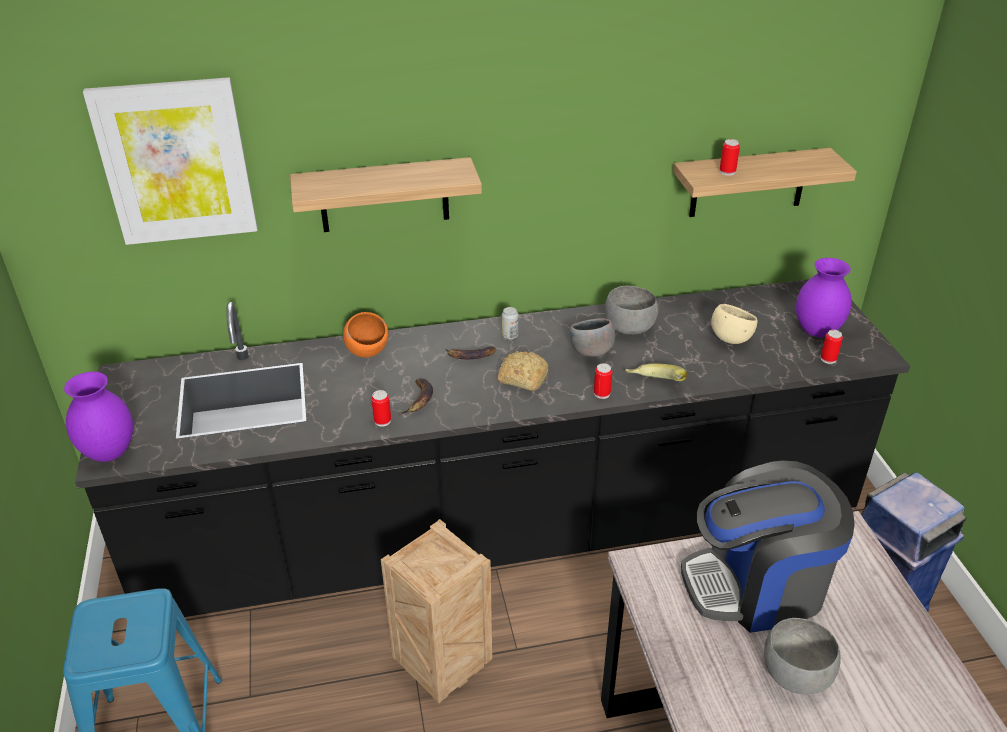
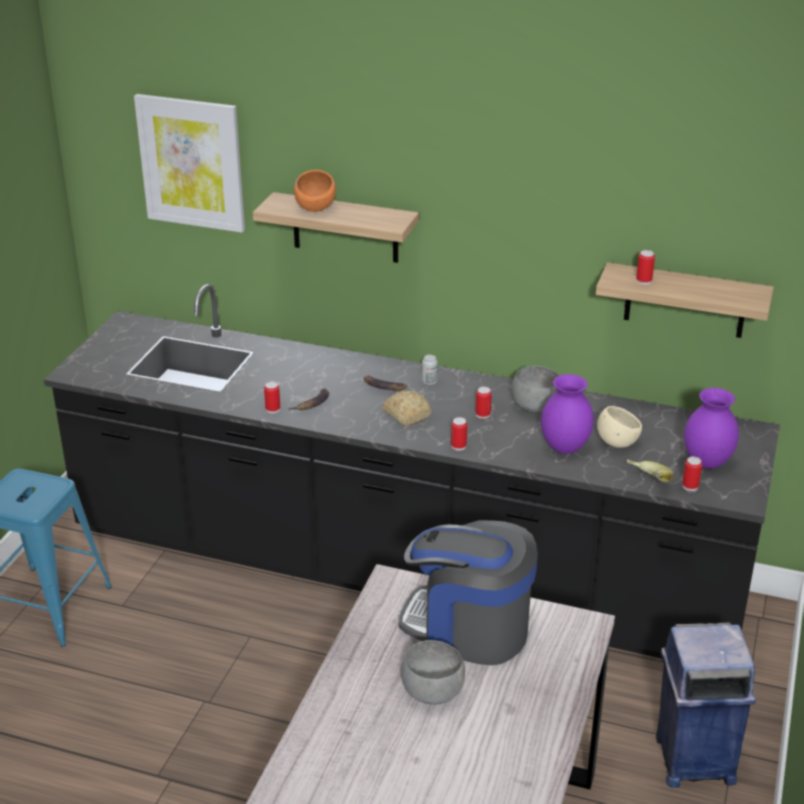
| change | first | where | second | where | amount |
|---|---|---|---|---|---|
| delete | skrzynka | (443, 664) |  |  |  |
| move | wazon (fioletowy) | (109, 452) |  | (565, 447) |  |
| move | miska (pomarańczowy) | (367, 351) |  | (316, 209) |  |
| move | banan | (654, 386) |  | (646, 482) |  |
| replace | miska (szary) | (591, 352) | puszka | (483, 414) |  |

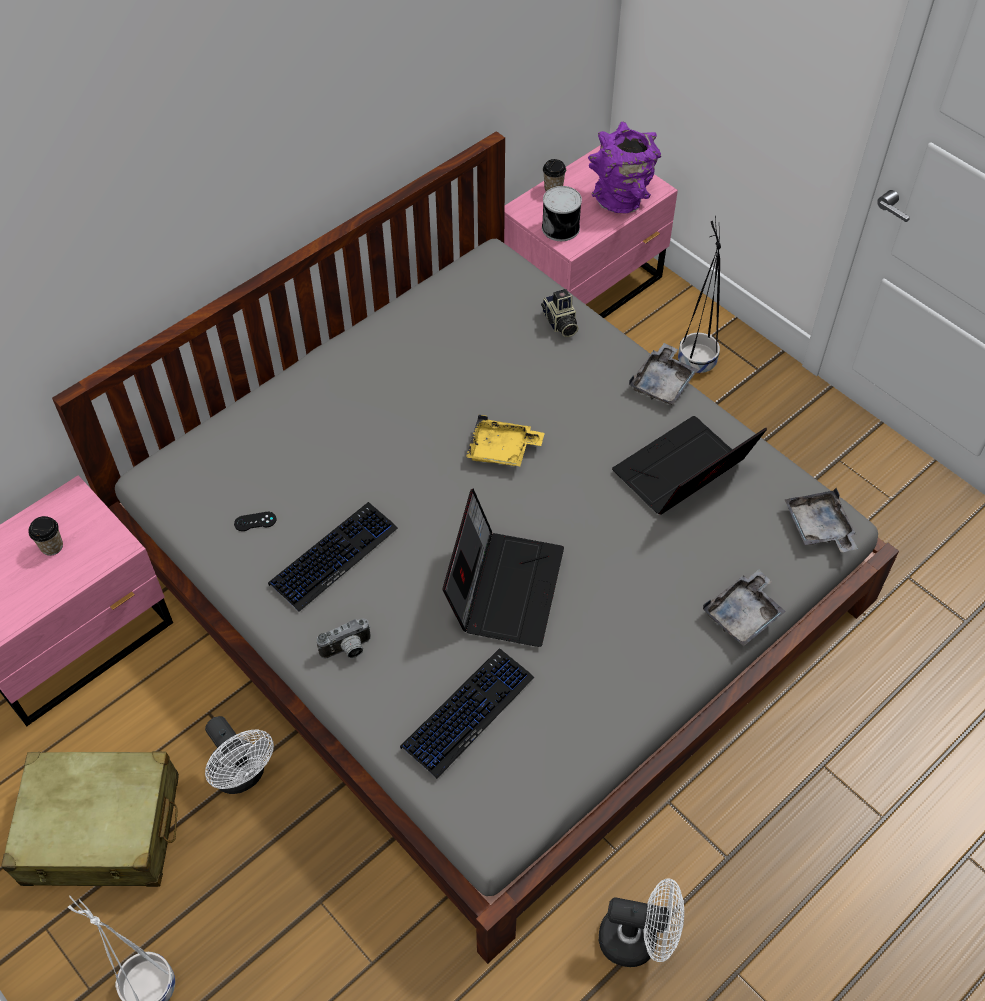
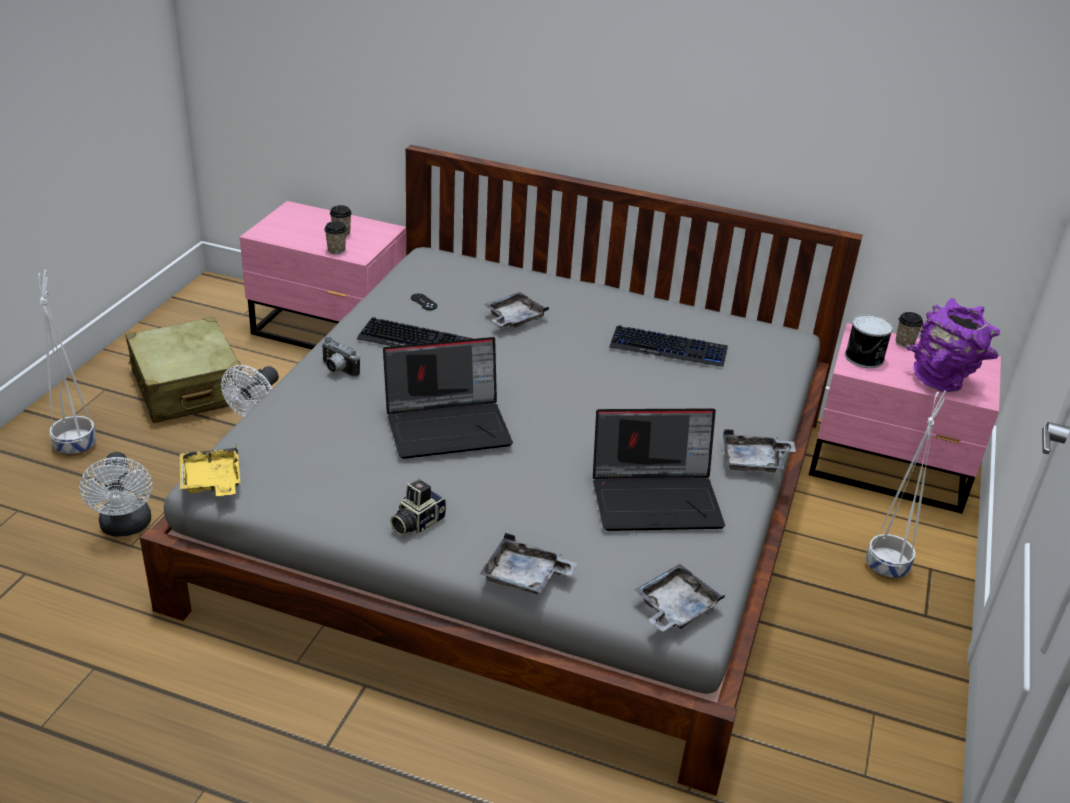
| change | first | where | second | where | amount |
|---|---|---|---|---|---|
| insert |  |  | filiżanka | (336, 250) |  |
| insert |  |  | taca (szary) | (514, 319) |  |
| move | klawiatura | (468, 712) |  | (668, 348) |  |
| move | taca (żółty) | (502, 450) |  | (211, 481) |  |
| move | aparat fotograficzny | (559, 323) |  | (416, 522) |  |
| move | wentylator (biały) | (638, 939) |  | (126, 527) |  |
| recolor | donica (czarny) | (696, 360) | donica (biały) | (887, 565) |  |
| rotate | laptop | (682, 474) |  | (657, 498) | 150 degrees clockwise |

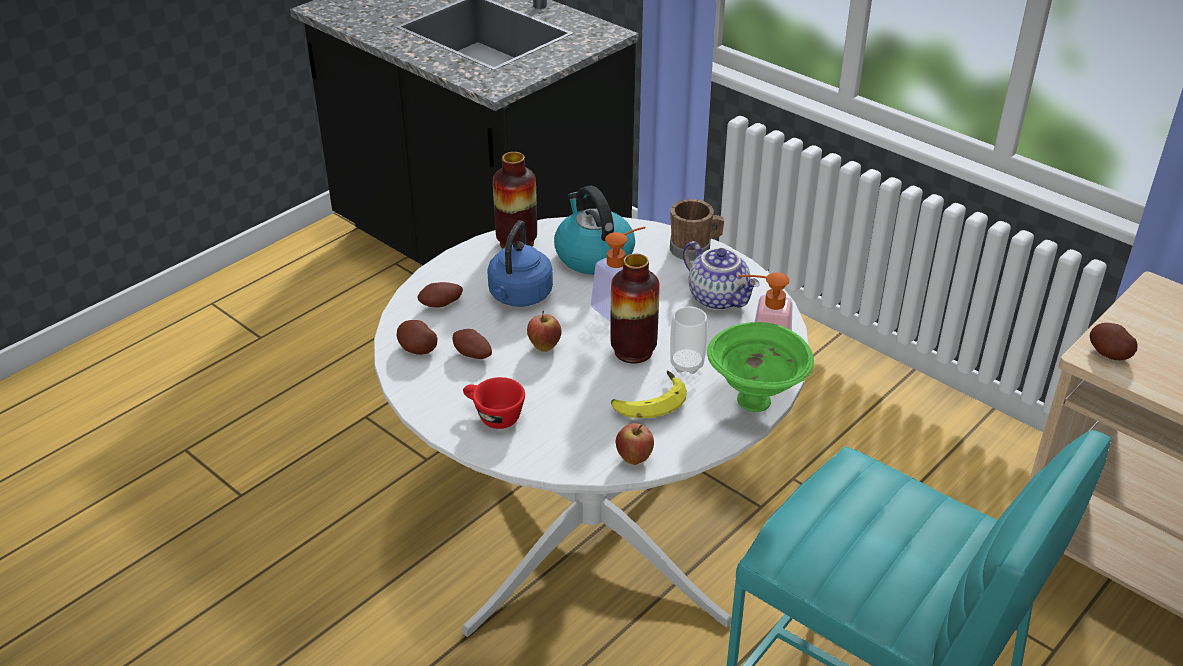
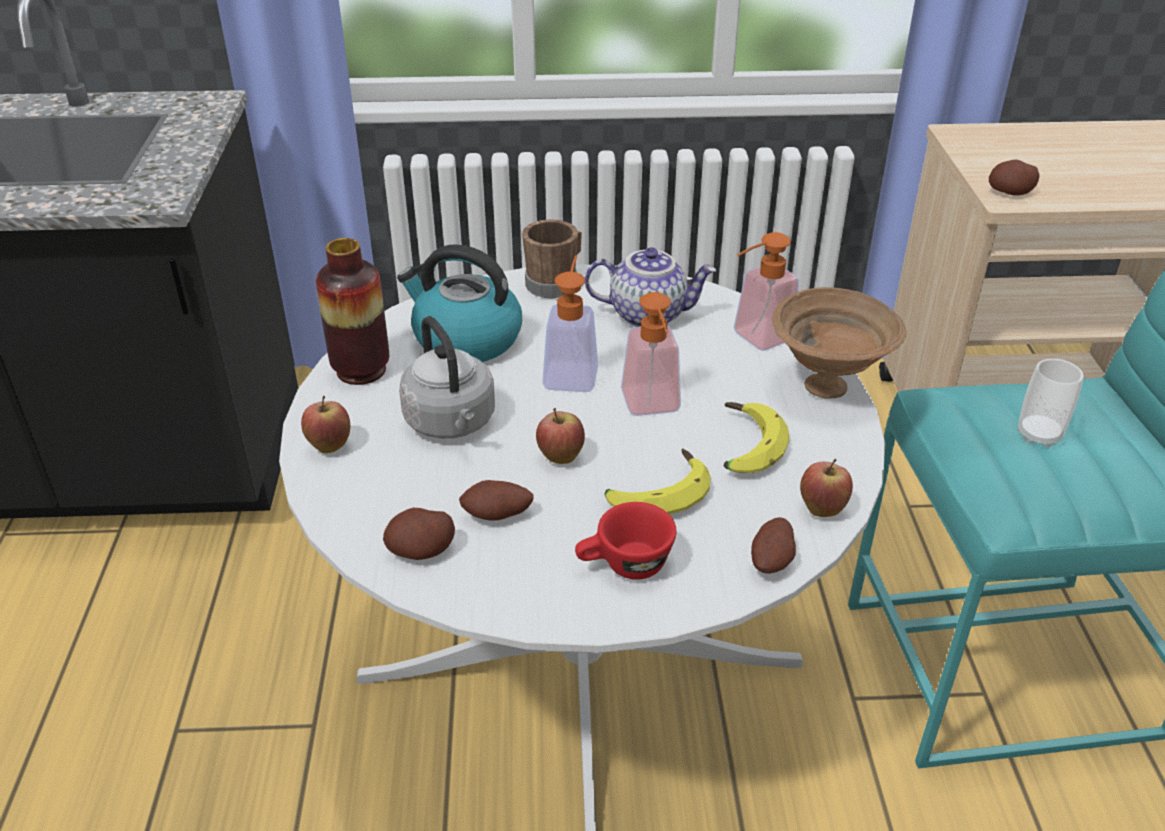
| change | first | where | second | where | amount |
|---|---|---|---|---|---|
| insert |  |  | jabłko | (329, 446) |  |
| insert |  |  | banan | (656, 492) |  |
| move | ziemniak | (441, 305) |  | (772, 561) |  |
| move | filiżanka | (687, 364) |  | (1039, 435) |  |
| replace | wazon | (633, 351) | dozownik mydła | (652, 408) |  |
| recolor | czajnik (niebieski) | (519, 297) | czajnik (szary) | (452, 423) |  |
| recolor | miska (zielony) | (756, 402) | miska (brązowy) | (828, 386) |  |

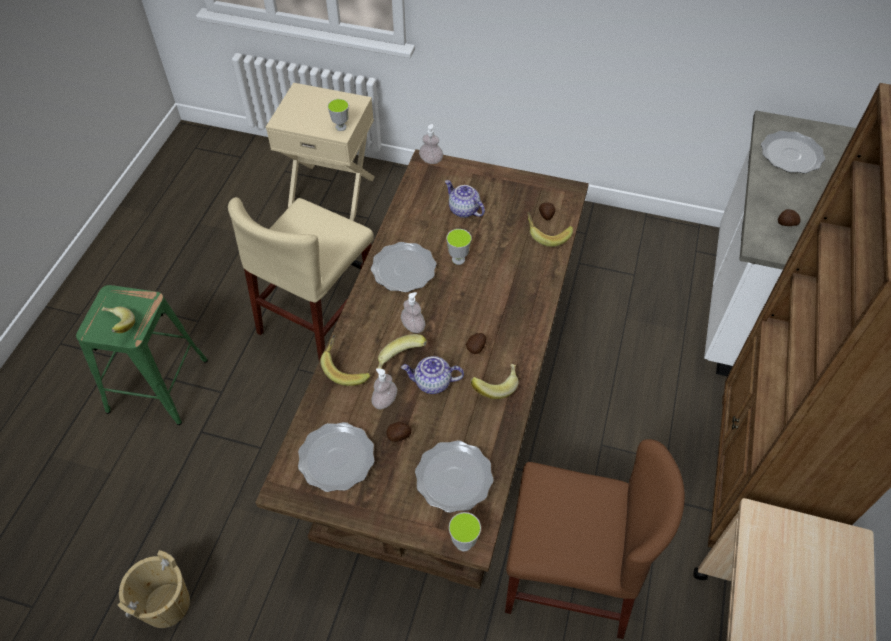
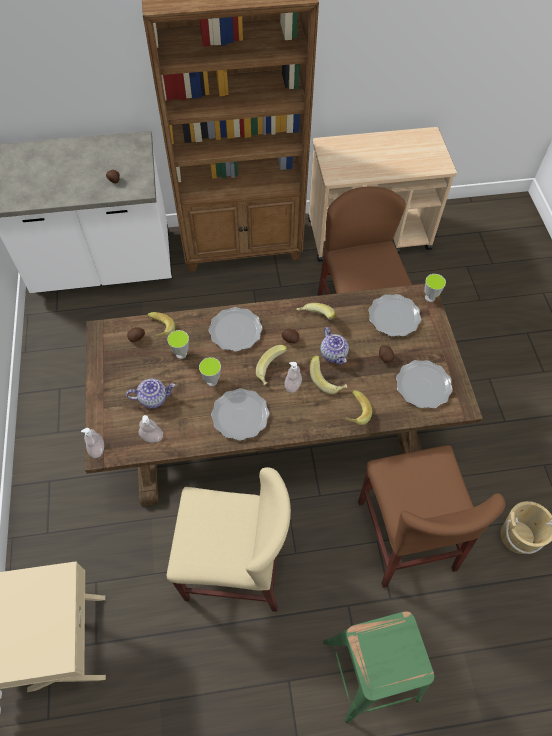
| change | first | where | second | where | amount |
|---|---|---|---|---|---|
| insert |  |  | krzesło (brązowy) | (405, 534) |  |
| move | banan | (118, 326) |  | (272, 371) |  |
| move | filiżanka | (341, 127) |  | (181, 354) |  |
| move | dozownik mydła | (385, 401) |  | (152, 437) |  |
| move | talerz | (790, 154) |  | (235, 331) |  |
| rotate | imbryk | (463, 210) |  | (153, 398) | 120 degrees counterclockwise |

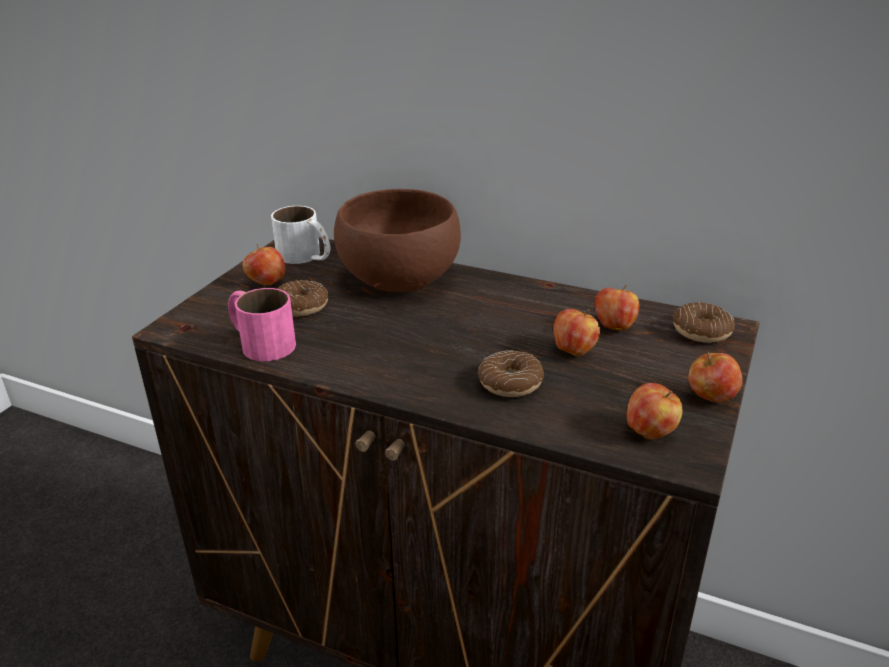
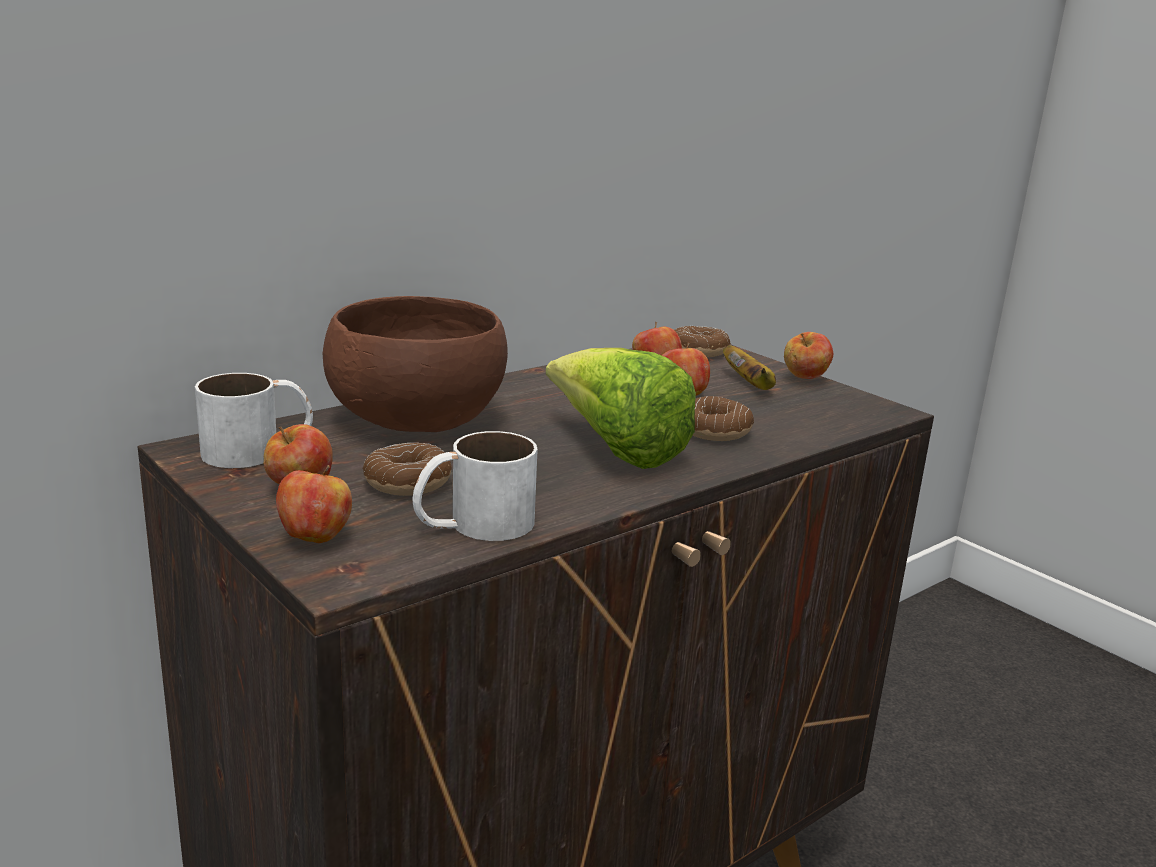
| change | first | where | second | where | amount |
|---|---|---|---|---|---|
| insert |  |  | sałata | (616, 450) |  |
| insert |  |  | banan | (750, 384) |  |
| move | jabłko | (650, 432) |  | (315, 537) |  |
| recolor | kubek (różowy) | (259, 342) | kubek (biały) | (473, 525) |  |

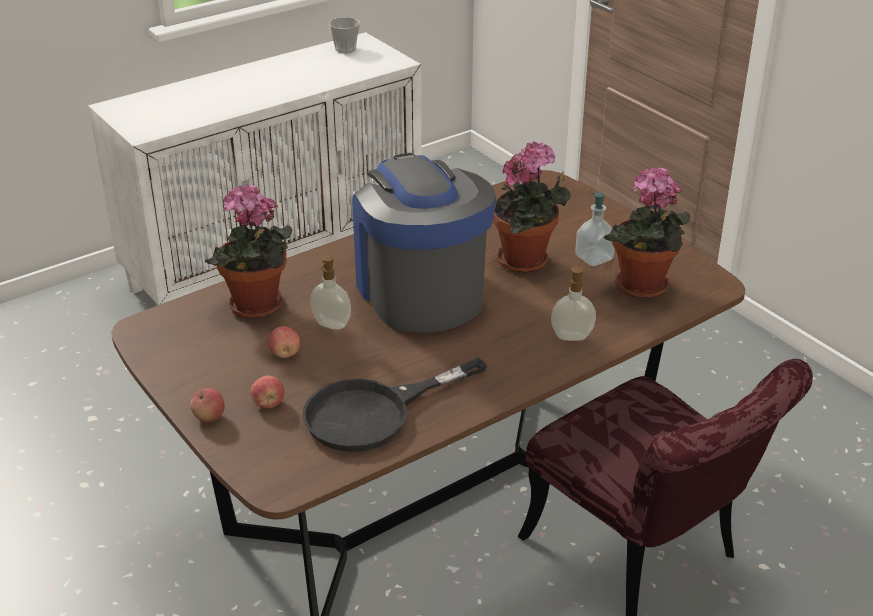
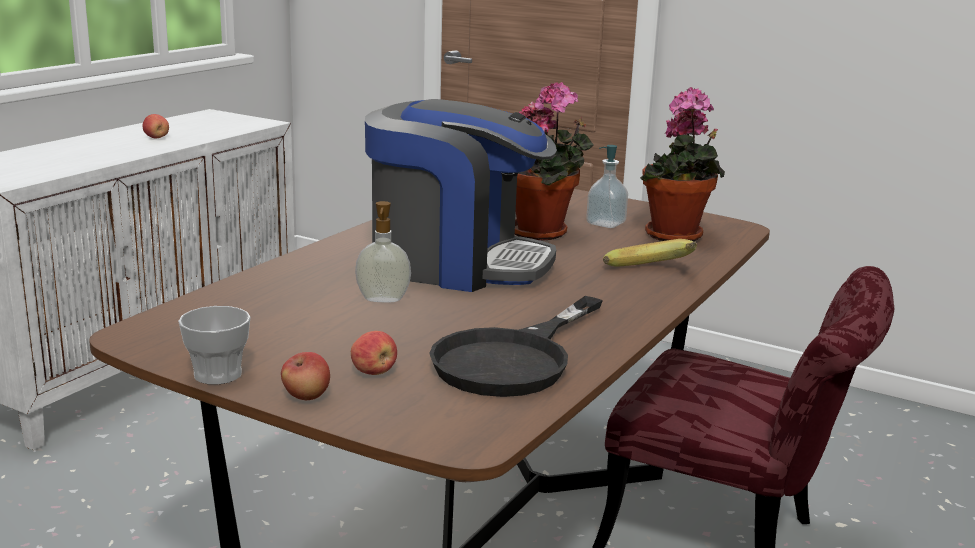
| change | first | where | second | where | amount |
|---|---|---|---|---|---|
| delete | roślina doniczkowa | (256, 308) |  |  |  |
| move | jabłko | (285, 354) |  | (156, 138) |  |
| move | filiżanka | (345, 49) |  | (218, 374) |  |
| replace | dozownik mydła | (571, 336) | banan | (652, 274) |  |
| rotate | ekspres do kawy | (420, 291) |  | (456, 264) | 150 degrees clockwise |

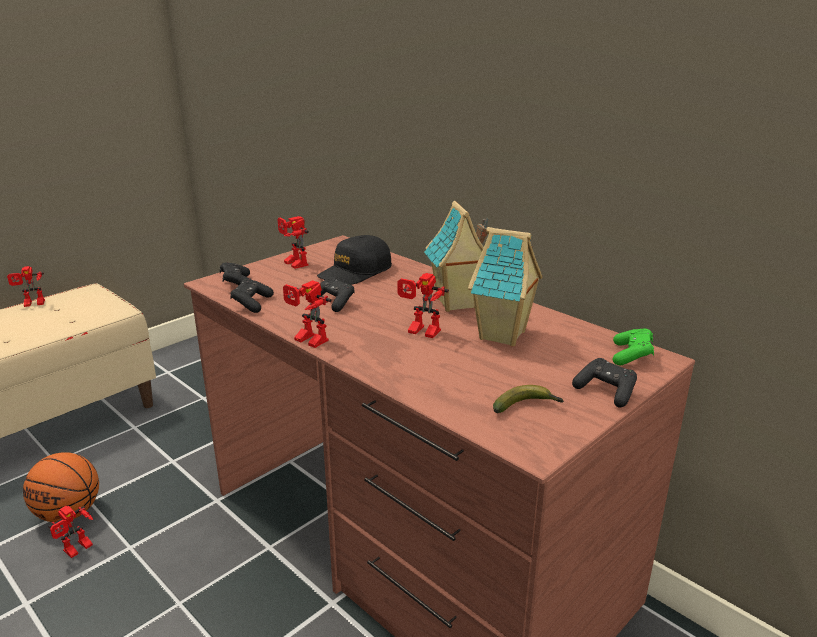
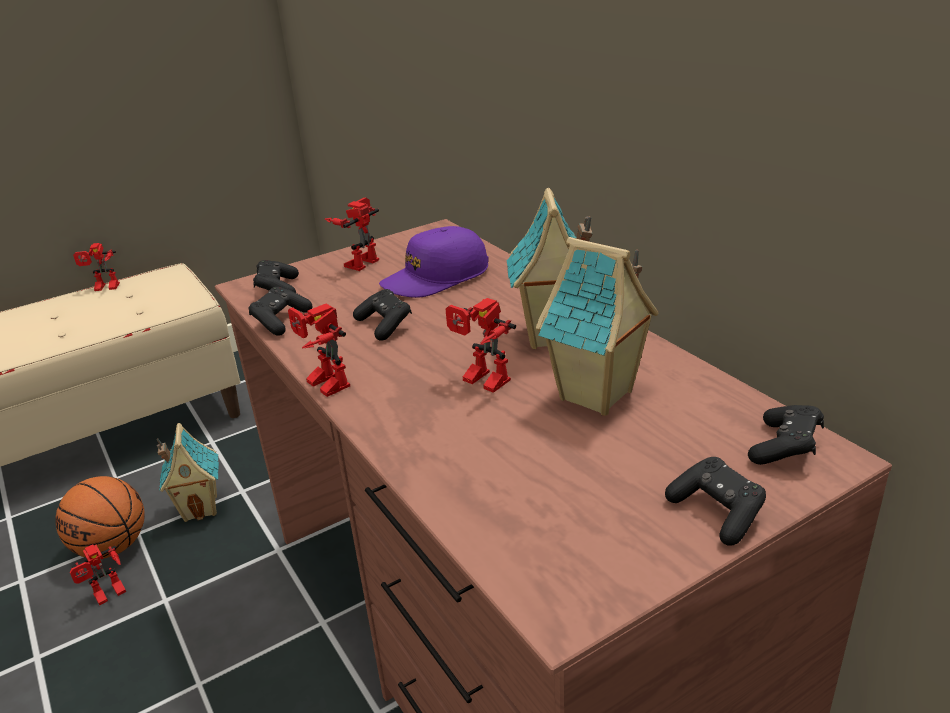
| change | first | where | second | where | amount |
|---|---|---|---|---|---|
| delete | banan | (527, 407) |  |  |  |
| insert |  |  | domek | (201, 508) |  |
| recolor | czapka z daszkiem (czarny) | (355, 272) | czapka z daszkiem (fioletowy) | (436, 278) |  |
| recolor | pad do gier (zielony) | (631, 356) | pad do gier (czarny) | (785, 448) |  |
| rotate | robot zabawkowy | (292, 264) |  | (360, 261) | 60 degrees clockwise |

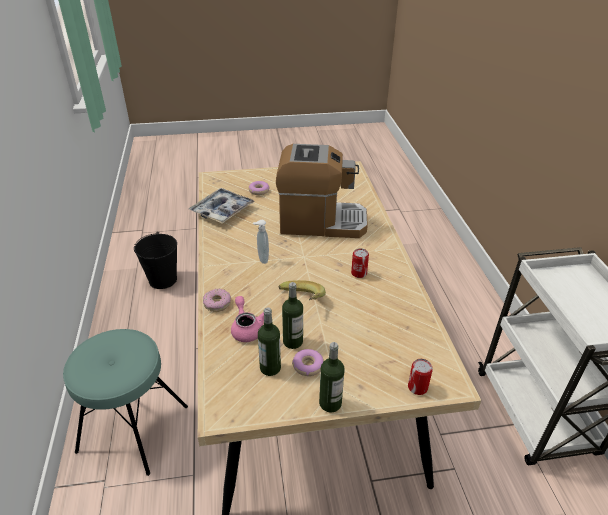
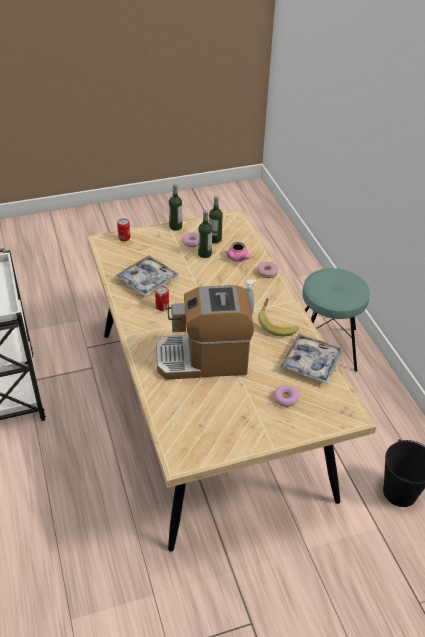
| change | first | where | second | where | amount |
|---|---|---|---|---|---|
| insert |  |  | taca | (147, 280) |  |
| move | banan | (301, 301) |  | (276, 325) |  |

